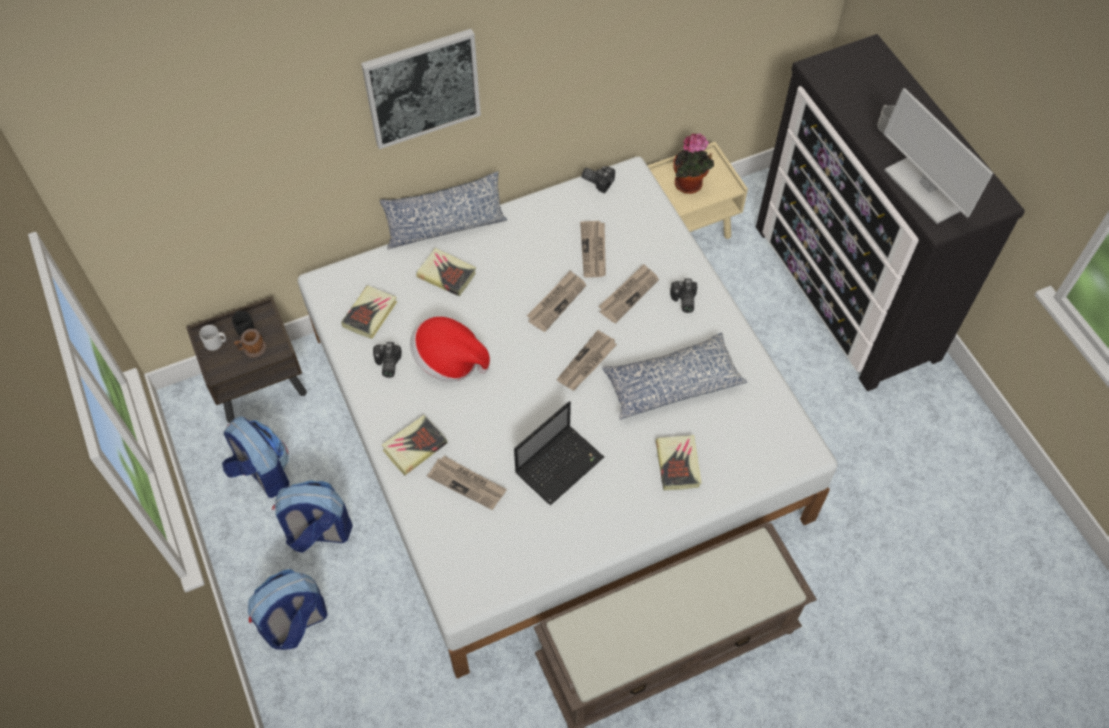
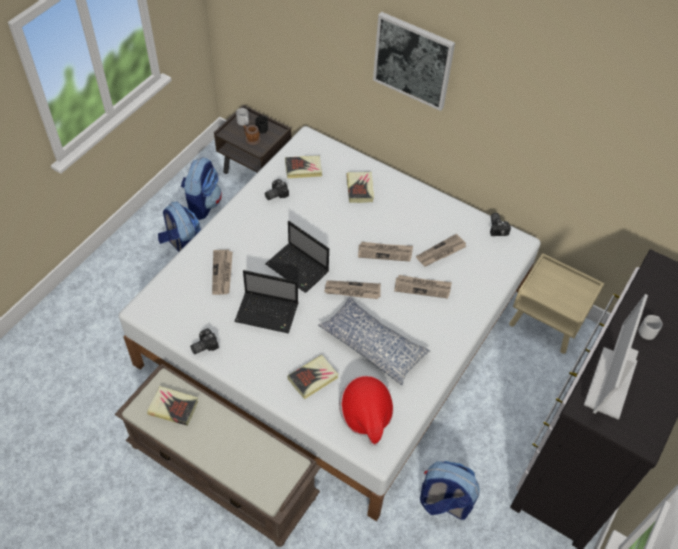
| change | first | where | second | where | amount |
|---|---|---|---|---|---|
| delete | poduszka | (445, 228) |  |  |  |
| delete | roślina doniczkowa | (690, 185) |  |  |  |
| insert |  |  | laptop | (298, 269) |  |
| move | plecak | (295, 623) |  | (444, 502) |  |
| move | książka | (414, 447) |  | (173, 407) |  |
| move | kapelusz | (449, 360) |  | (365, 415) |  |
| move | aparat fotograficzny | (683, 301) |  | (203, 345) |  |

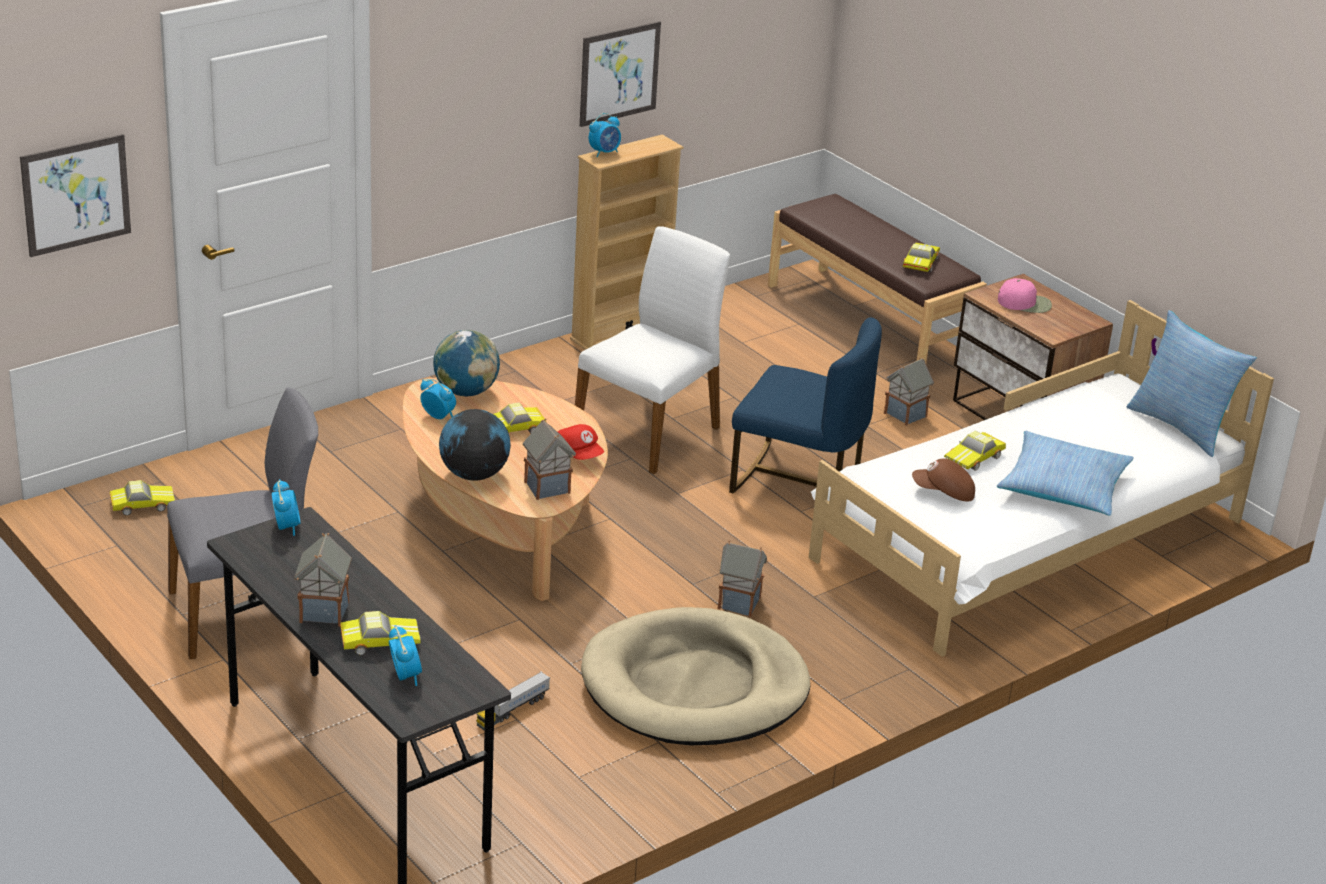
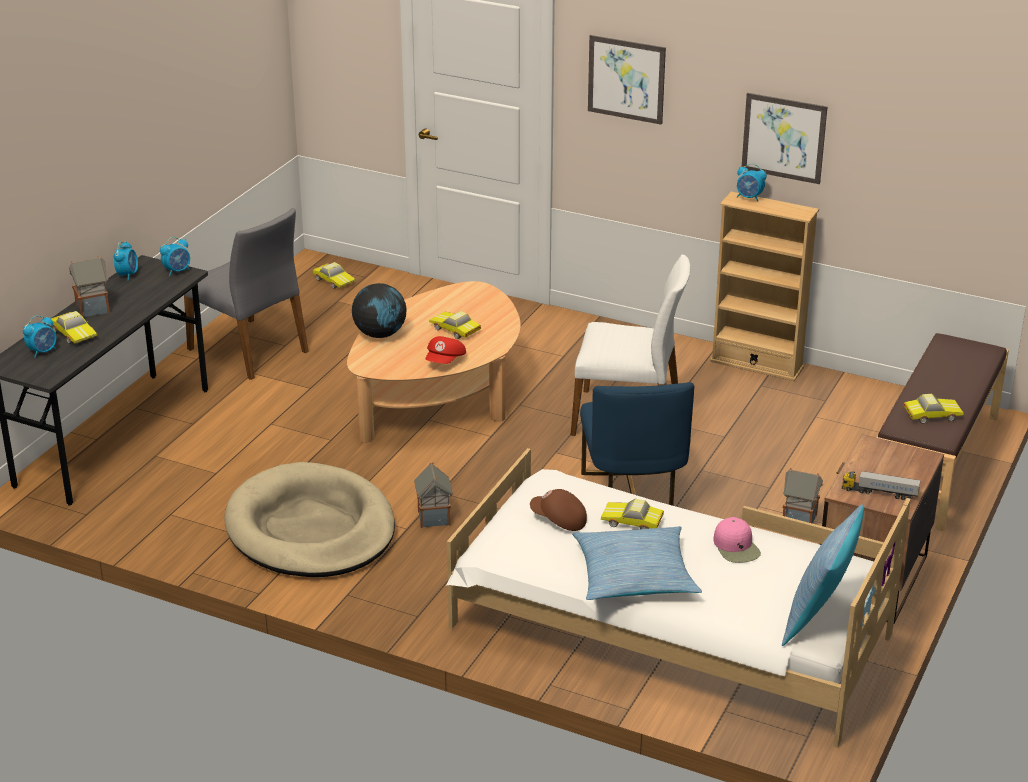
| change | first | where | second | where | amount |
|---|---|---|---|---|---|
| delete | globus | (466, 392) |  |  |  |
| delete | domek | (548, 488) |  |  |  |
| move | obraz | (76, 194) |  | (626, 79) |  |
| move | budzik | (438, 416) |  | (127, 275) |  |
| move | ciężarówka zabawkowa | (512, 710) |  | (879, 493) |  |
| move | czapka z daszkiem (różowy) | (1025, 303) |  | (736, 547) |  |
| rotate | czapka z daszkiem (brązowy) | (943, 493) |  | (558, 520) | 45 degrees counterclockwise |

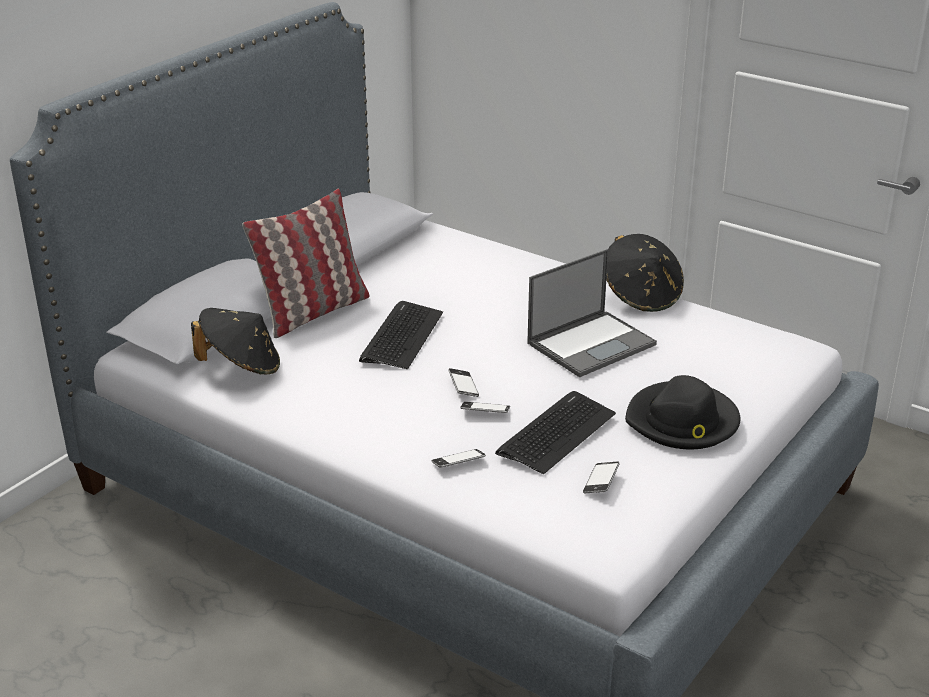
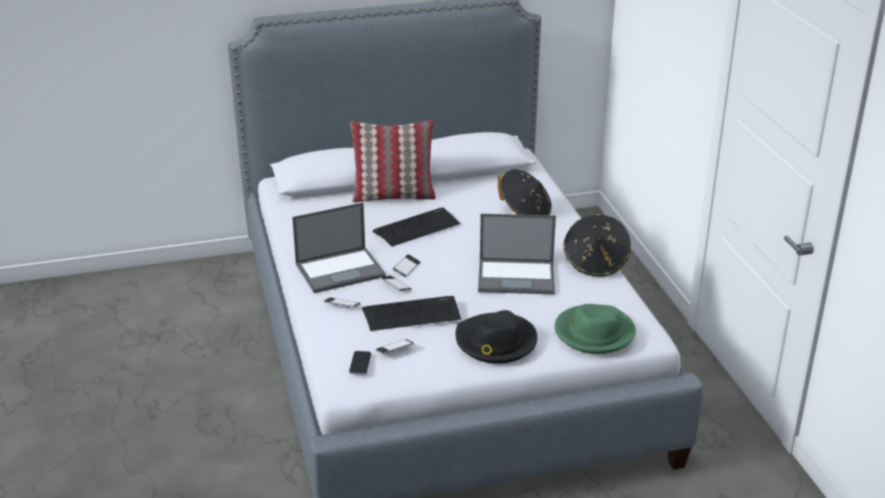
| change | first | where | second | where | amount |
|---|---|---|---|---|---|
| insert |  |  | laptop | (341, 270) |  |
| insert |  |  | telefon | (360, 364) |  |
| insert |  |  | kapelusz (zielony) | (594, 333) |  |
| move | kapelusz (czarny) | (241, 366) |  | (525, 212) |  |

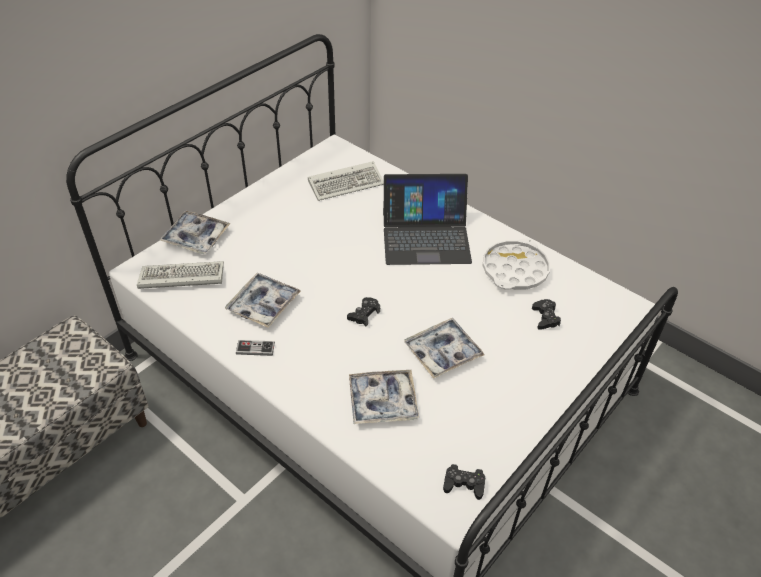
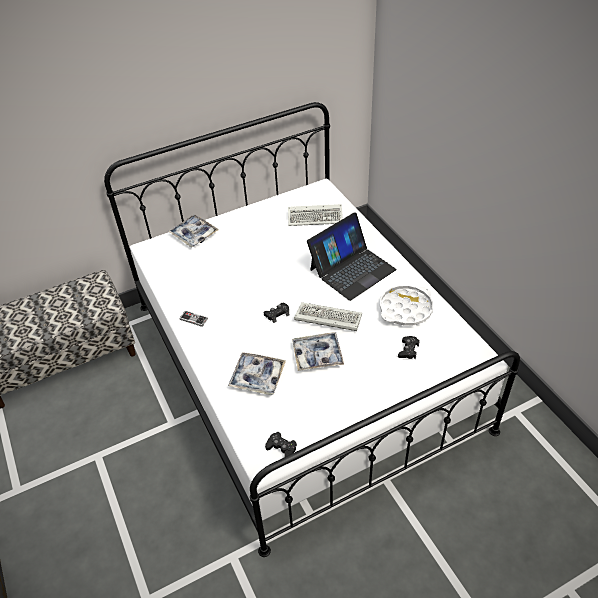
| change | first | where | second | where | amount |
|---|---|---|---|---|---|
| delete | taca | (263, 304) |  |  |  |
| move | klawiatura | (180, 278) |  | (326, 319) |  |
| rotate | laptop | (425, 237) |  | (352, 269) | 60 degrees counterclockwise |

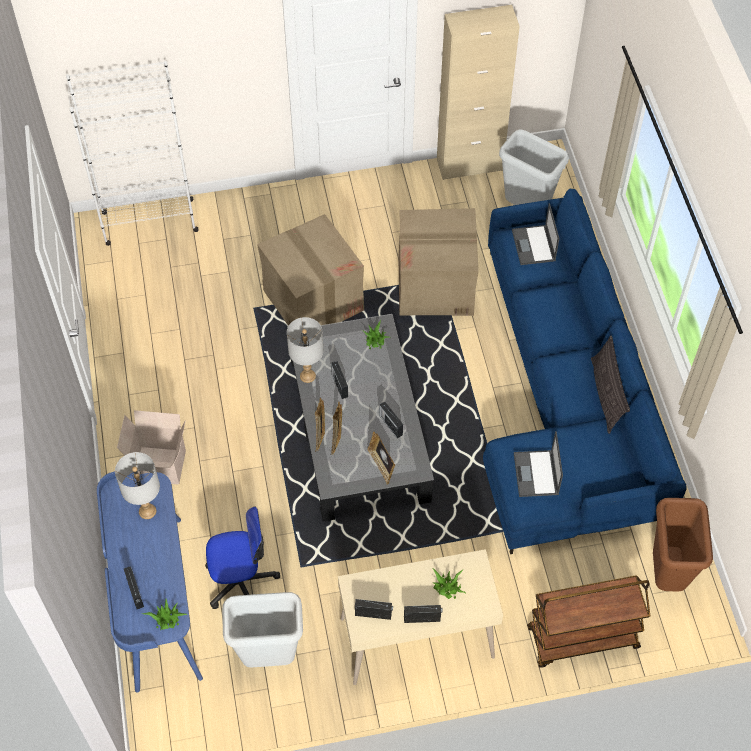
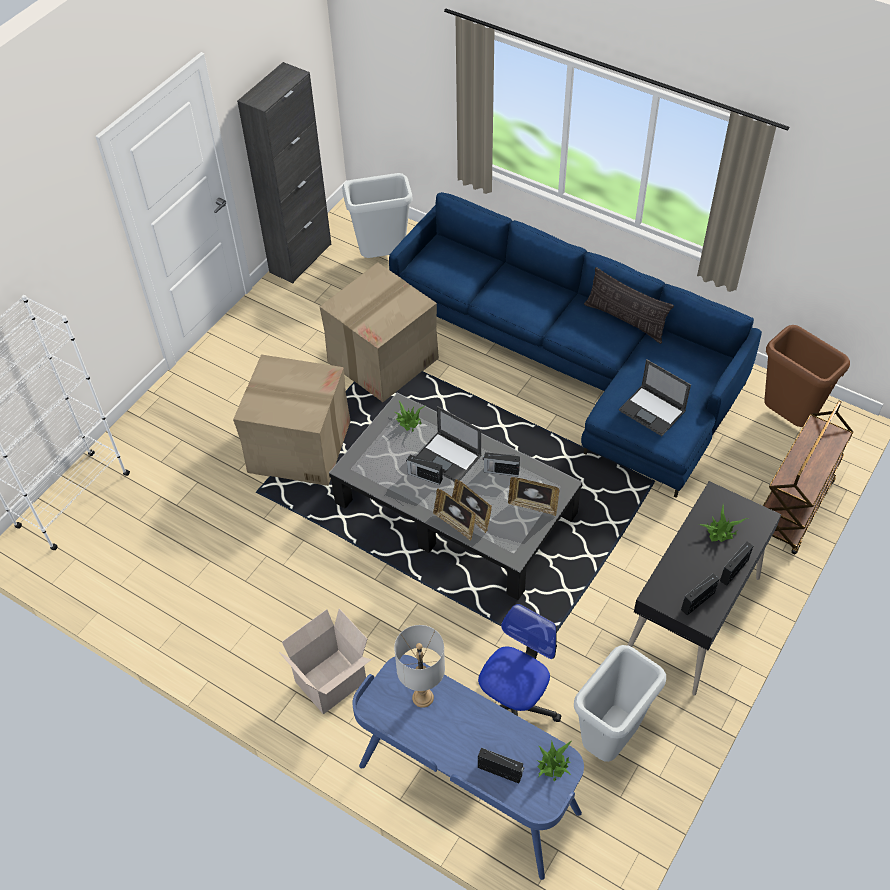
| change | first | where | second | where | amount |
|---|---|---|---|---|---|
| delete | lampa stołowa (szary) | (307, 376) |  |  |  |
| move | laptop | (534, 246) |  | (449, 457) |  |
| recolor | biurko (beżowy) | (417, 639) | biurko (czarny) | (693, 617) |  |
| recolor | szafka (beżowy) | (469, 165) | szafka (czarny) | (300, 258) |  |

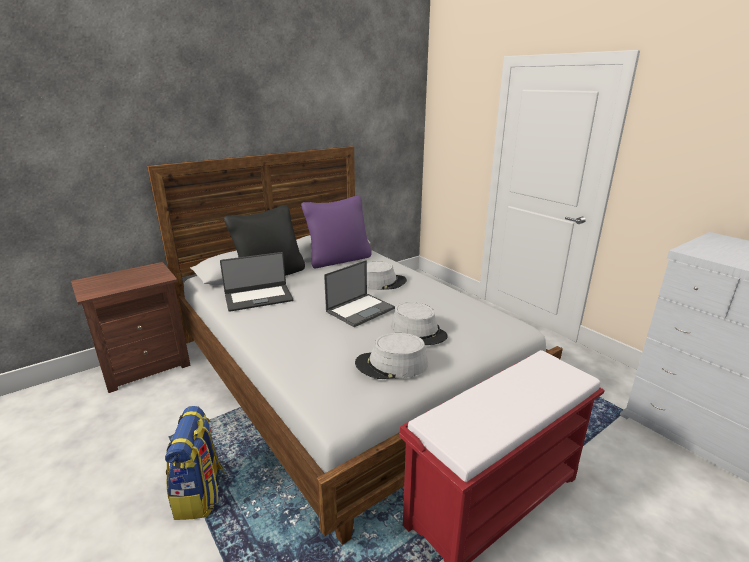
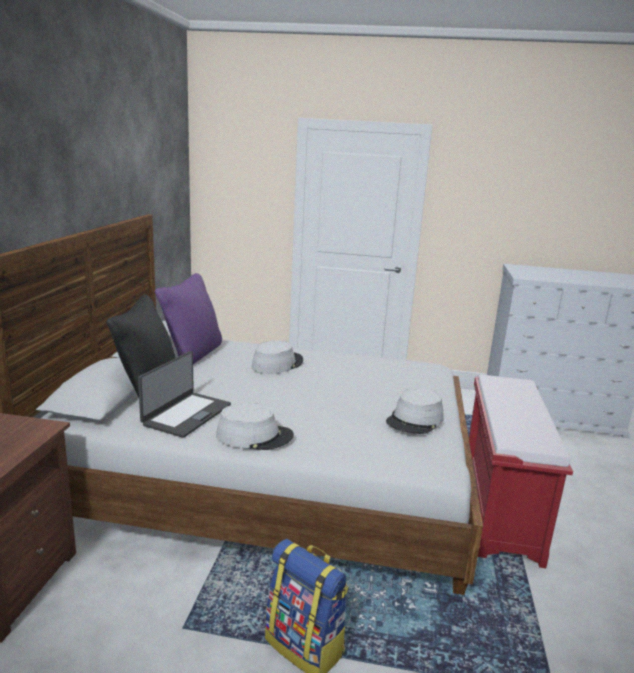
| change | first | where | second | where | amount |
|---|---|---|---|---|---|
| delete | laptop | (360, 309) |  |  |  |
| move | kapelusz (szary) | (418, 331) |  | (254, 436) |  |

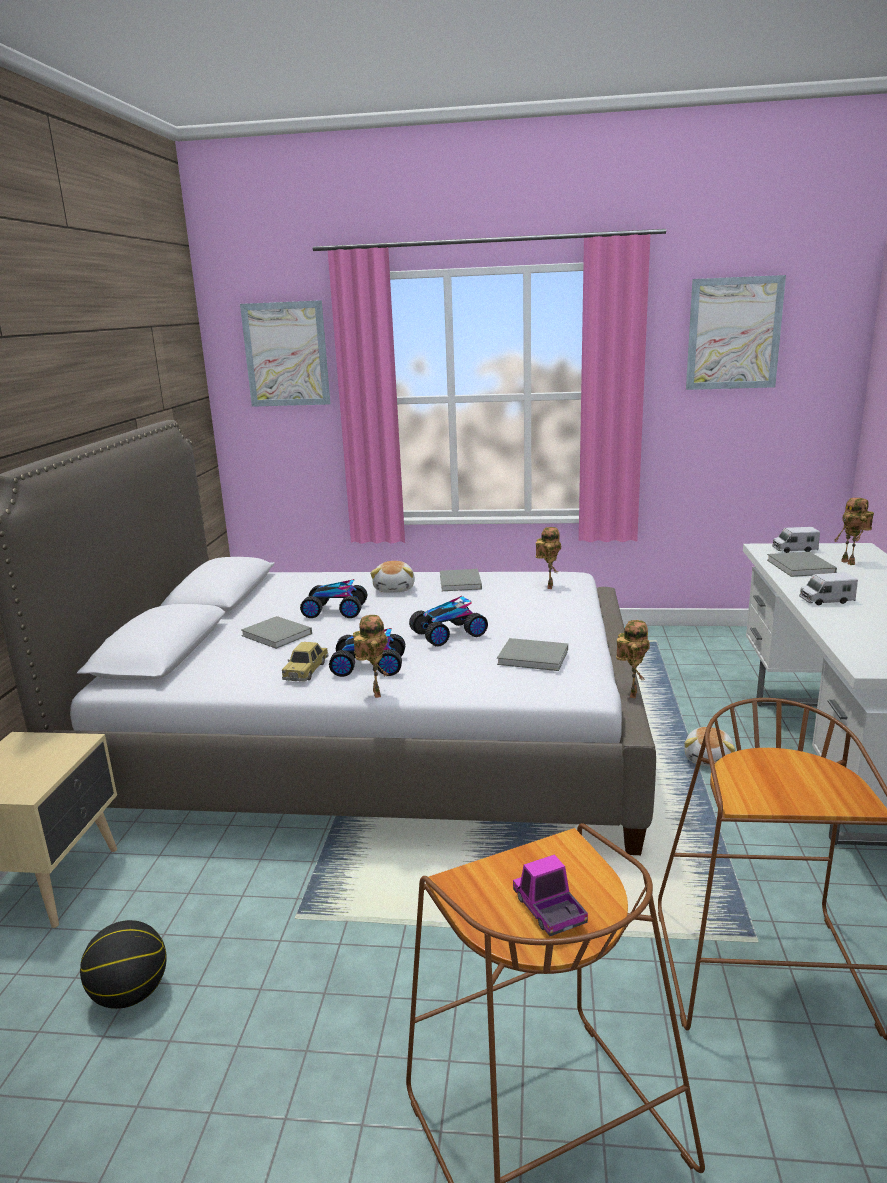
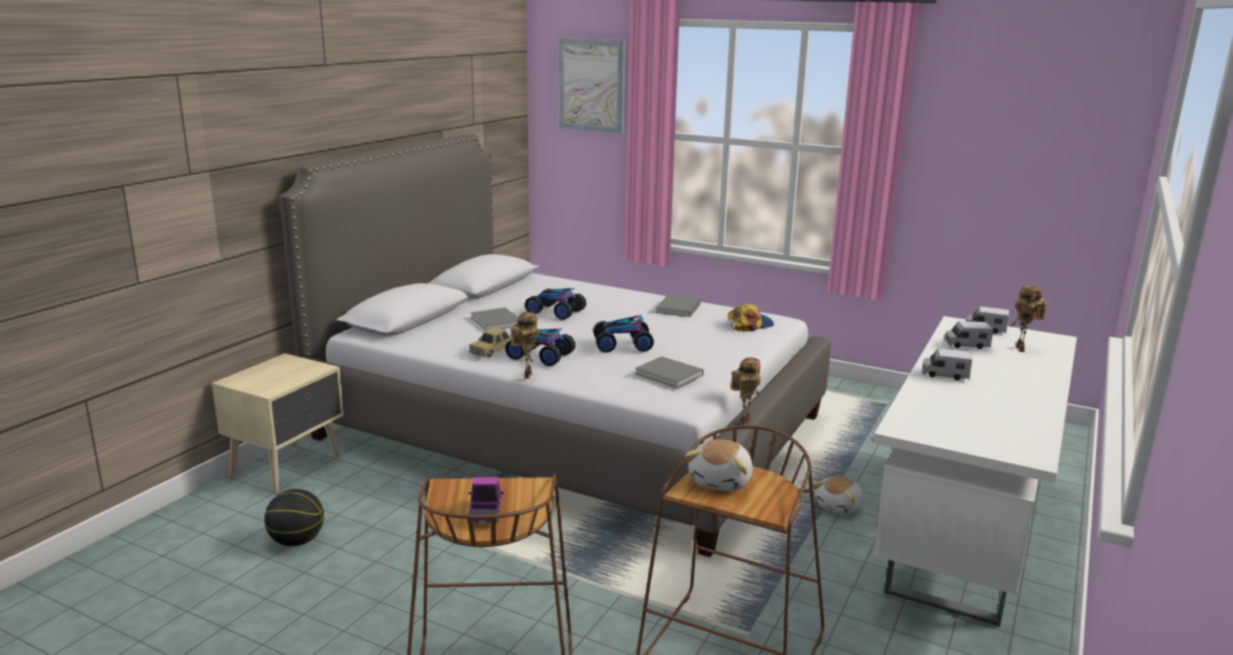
| change | first | where | second | where | amount |
|---|---|---|---|---|---|
| delete | obraz | (733, 333) |  |  |  |
| move | pluszak | (395, 589) |  | (722, 481) |  |
| replace | robot zabawkowy | (548, 586) | czapka z daszkiem | (749, 324) |  |
| replace | książka (szary) | (801, 567) | ciężarówka zabawkowa | (966, 345) |  |

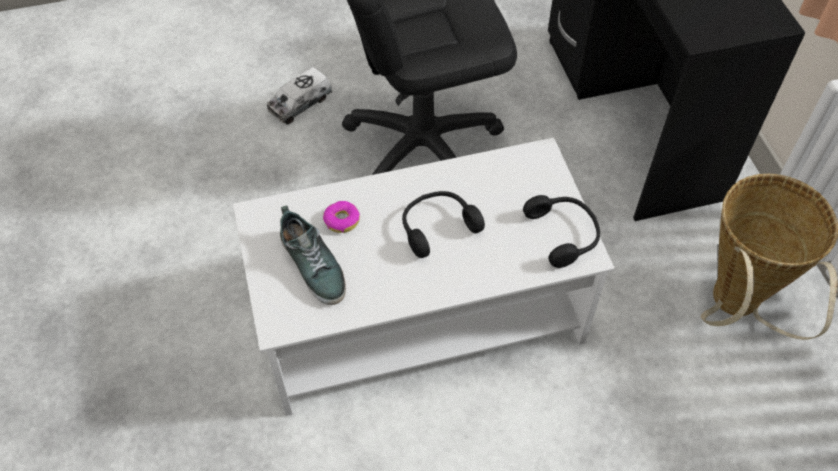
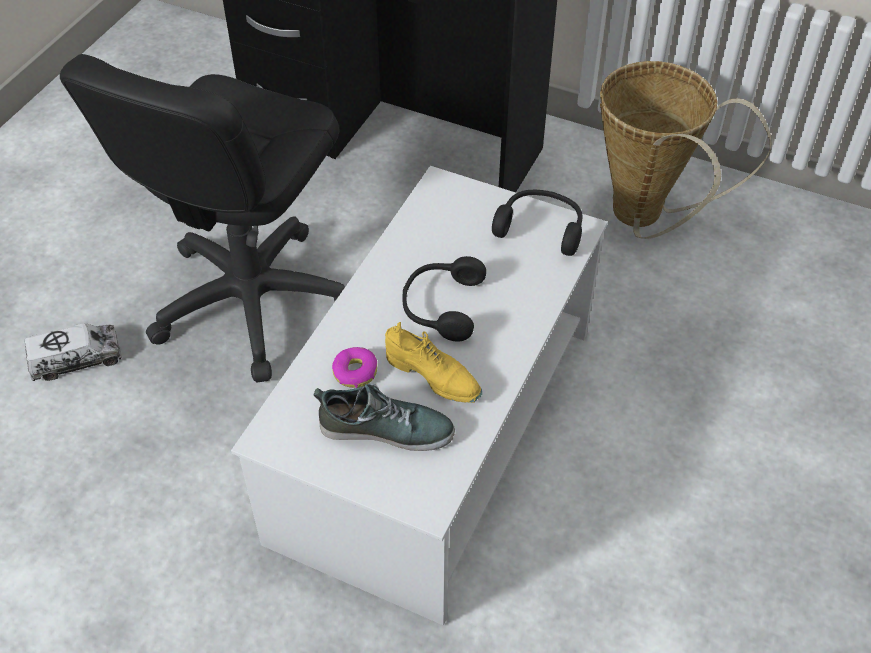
| change | first | where | second | where | amount |
|---|---|---|---|---|---|
| insert |  |  | but (żółty) | (433, 376) |  |
| rotate | ciężarówka zabawkowa | (300, 104) |  | (76, 360) | 105 degrees counterclockwise |

